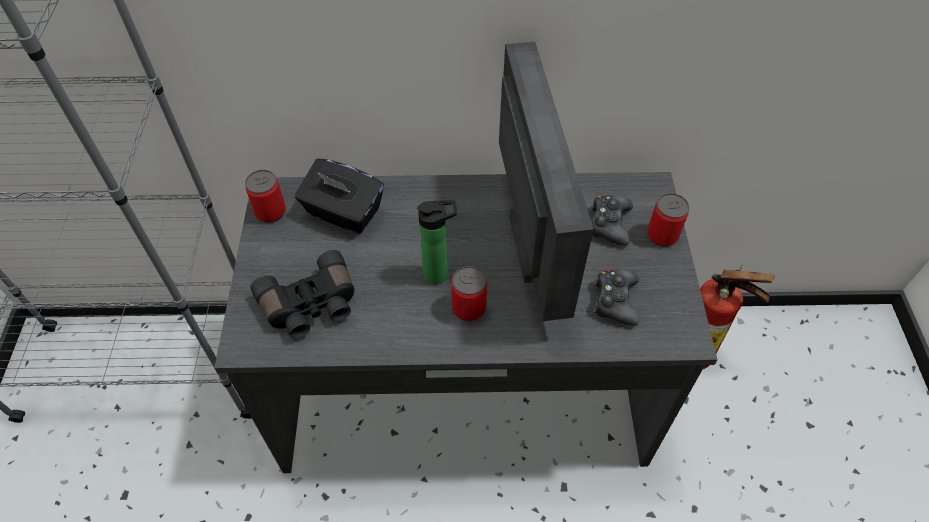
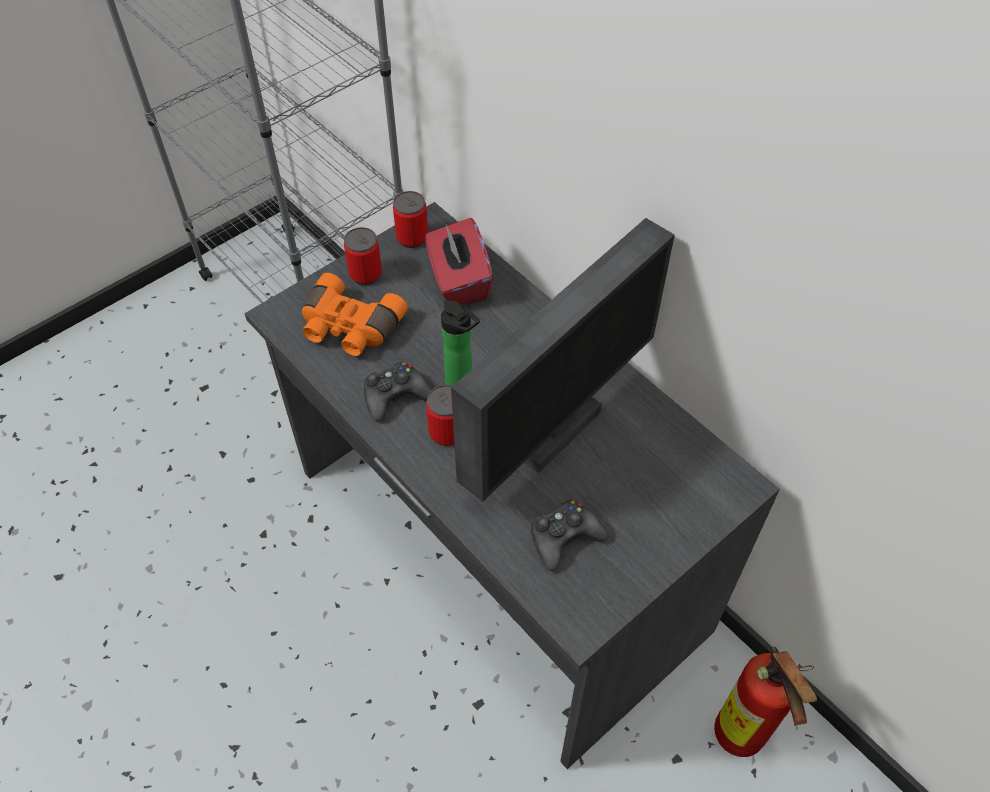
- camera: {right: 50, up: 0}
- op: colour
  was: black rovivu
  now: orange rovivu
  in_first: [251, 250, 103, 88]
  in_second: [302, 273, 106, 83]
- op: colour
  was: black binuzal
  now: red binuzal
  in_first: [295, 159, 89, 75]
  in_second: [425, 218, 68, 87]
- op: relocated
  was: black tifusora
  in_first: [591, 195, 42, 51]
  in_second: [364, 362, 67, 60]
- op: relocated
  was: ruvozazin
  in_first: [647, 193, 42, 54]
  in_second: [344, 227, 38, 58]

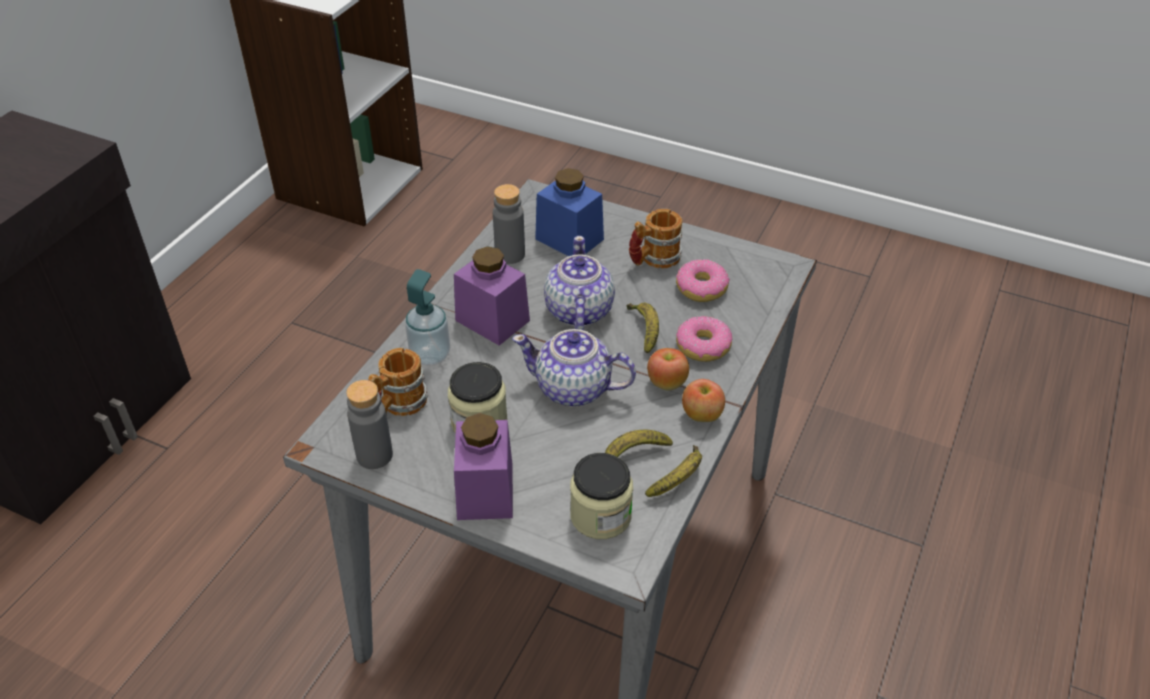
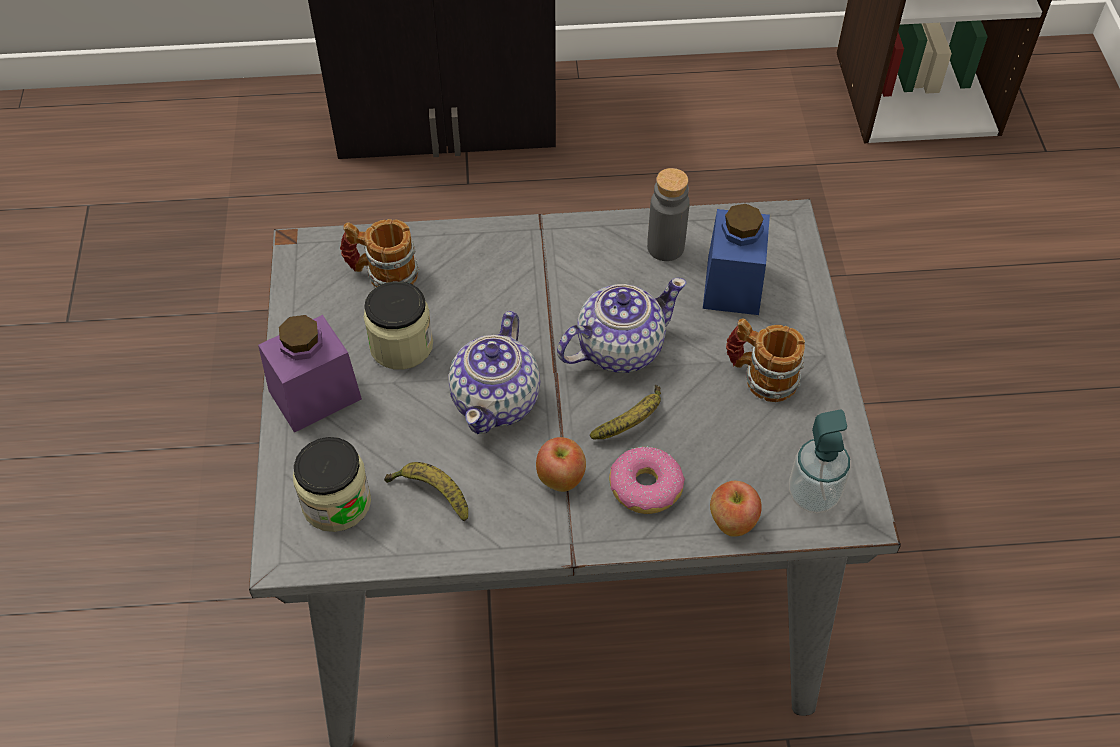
- camera: {right: 60, up: 10}
- op: missing
  was: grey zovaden
  in_first: [346, 380, 47, 89]
- op: relocated
  was: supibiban
  in_first: [405, 269, 45, 97]
  in_second: [789, 409, 62, 104]
- op: missing
  was: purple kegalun
  in_first: [454, 246, 76, 100]
- op: spun
  was: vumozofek
  in_first: [512, 329, 124, 78]
  in_second: [448, 311, 92, 123]
  clockwise: -150
- op: missing
  was: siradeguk
  in_first: [645, 445, 57, 52]
- op: missing
  was: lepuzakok
  in_first: [676, 259, 54, 43]
- op: relocated
  was: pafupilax
  in_first: [682, 379, 43, 43]
  in_second: [710, 481, 52, 56]

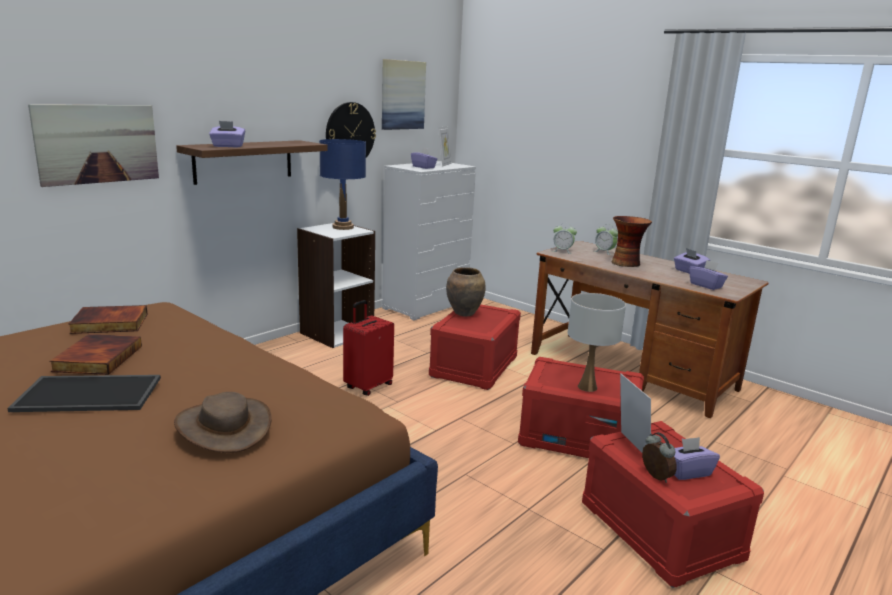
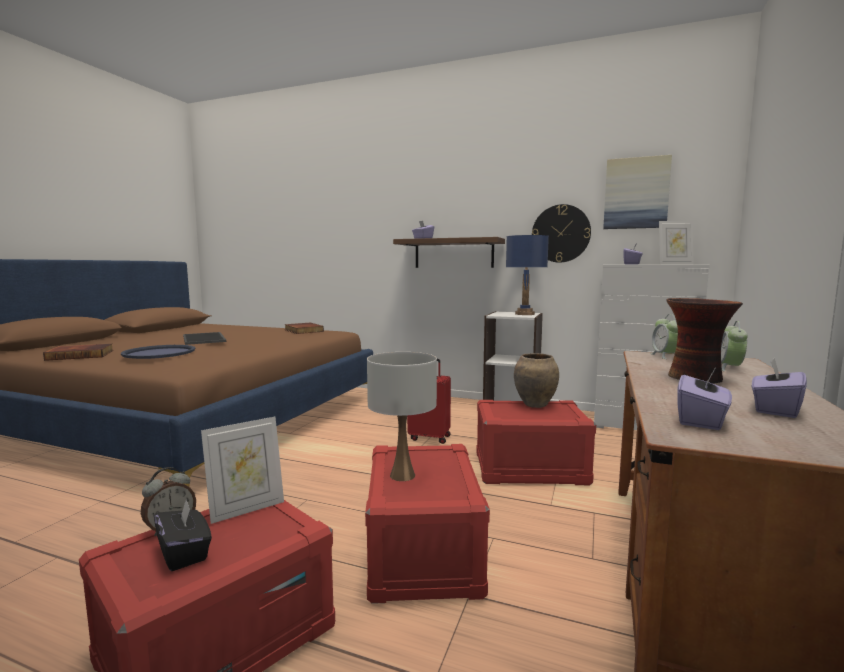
- camera: {right: 70, up: -10}
- op: missing
  was: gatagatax
  in_first: [28, 104, 131, 83]
- op: relocated
  was: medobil
  in_first: [49, 334, 93, 41]
  in_second: [43, 343, 70, 18]
- op: exchanged
  was: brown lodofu
  now: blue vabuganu
  in_first: [174, 392, 98, 61]
  in_second: [121, 345, 74, 14]
- op: colour
  was: purple binuzal
  now: black binuzal
  in_first: [674, 437, 46, 43]
  in_second: [154, 498, 58, 73]

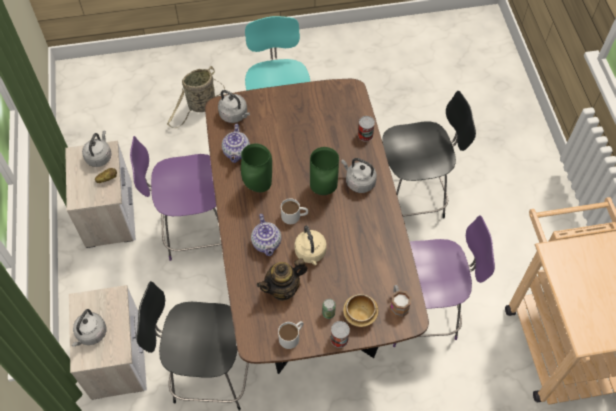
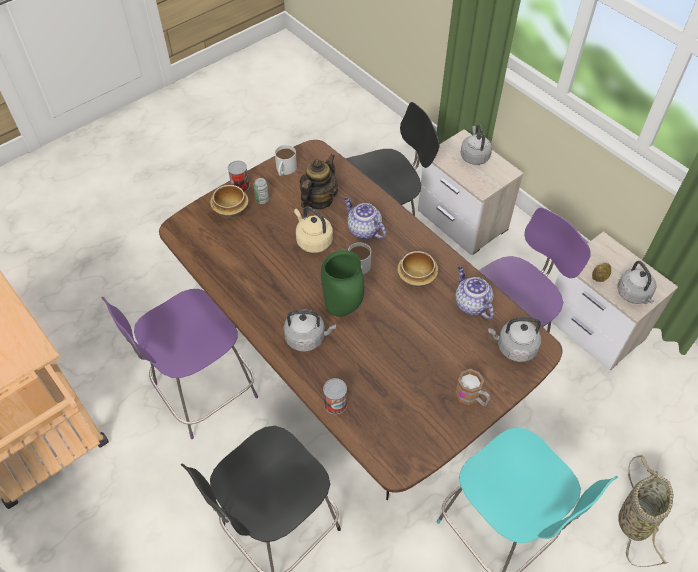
- camera: {right: 150, up: -5}
- op: exchanged
  was: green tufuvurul
  now: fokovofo
  in_first: [241, 144, 31, 48]
  in_second: [397, 251, 41, 37]
- op: relocated
  was: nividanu
  in_first: [390, 284, 21, 33]
  in_second: [455, 369, 35, 37]

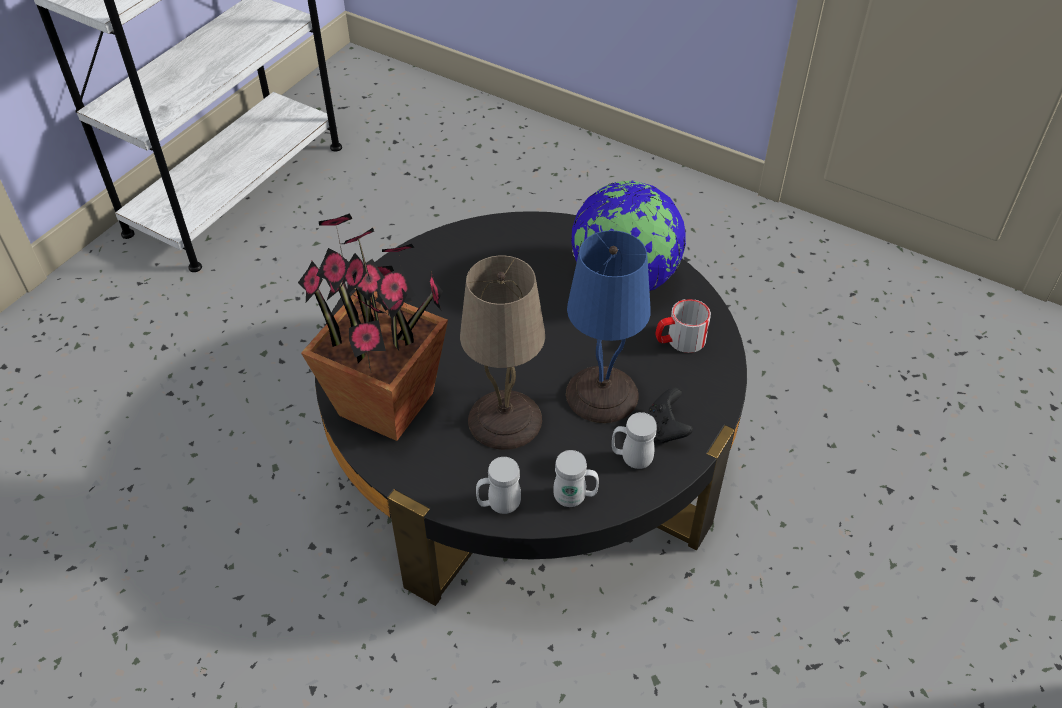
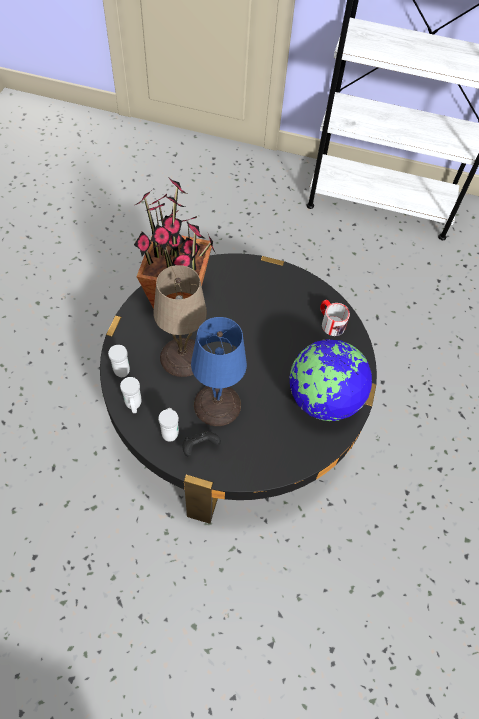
- camera: {right: 70, up: 10}
- op: relocated
  was: nividanu
  in_first: [655, 299, 56, 54]
  in_second: [320, 300, 30, 36]

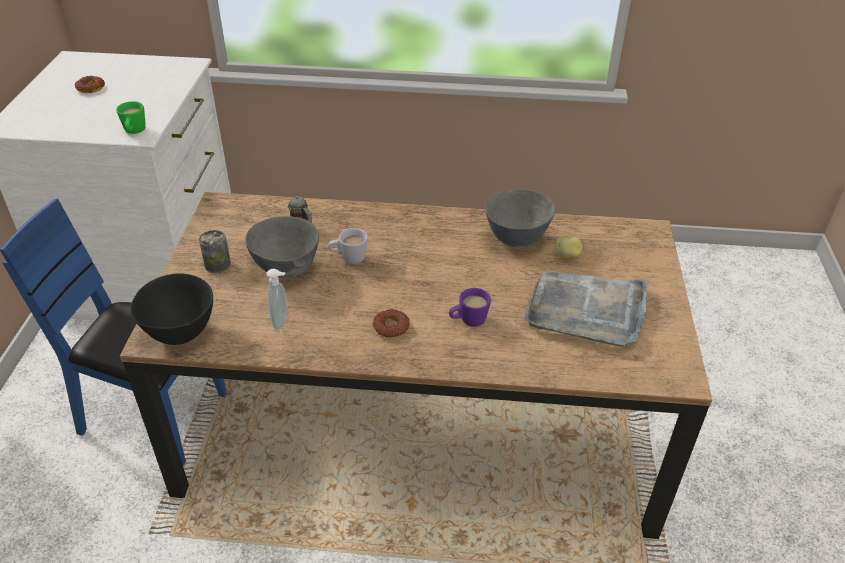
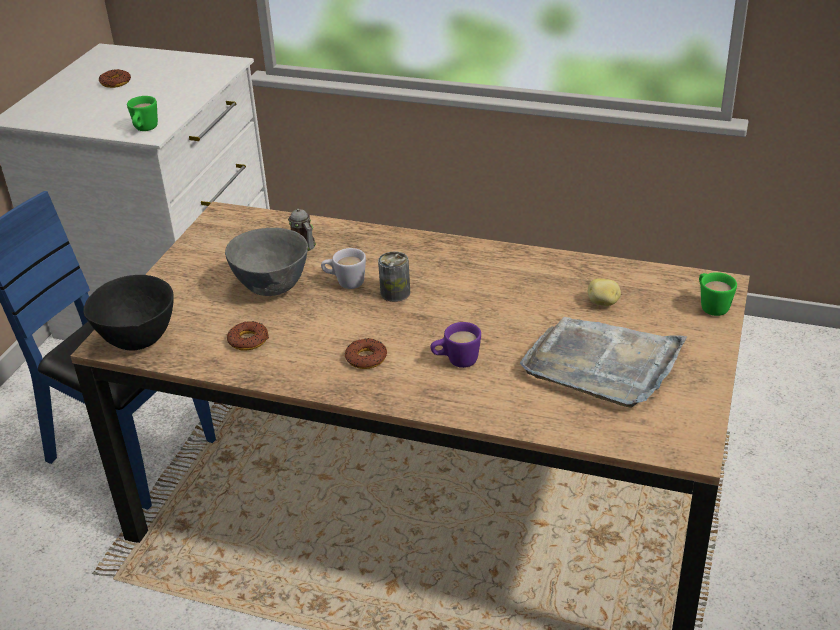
- camera: {right: 15, up: -5}
- op: relocated
  was: ruvozazin
  in_first: [199, 230, 32, 43]
  in_second: [378, 252, 32, 50]
- op: exchanged
  was: supibiban
  now: lepuzakok
  in_first: [267, 269, 20, 61]
  in_second: [227, 321, 42, 30]
- op: missing
  was: grey fokovofo
  in_first: [485, 189, 70, 58]
- op: appeared
  now: green nividanu
  in_second: [699, 272, 38, 44]

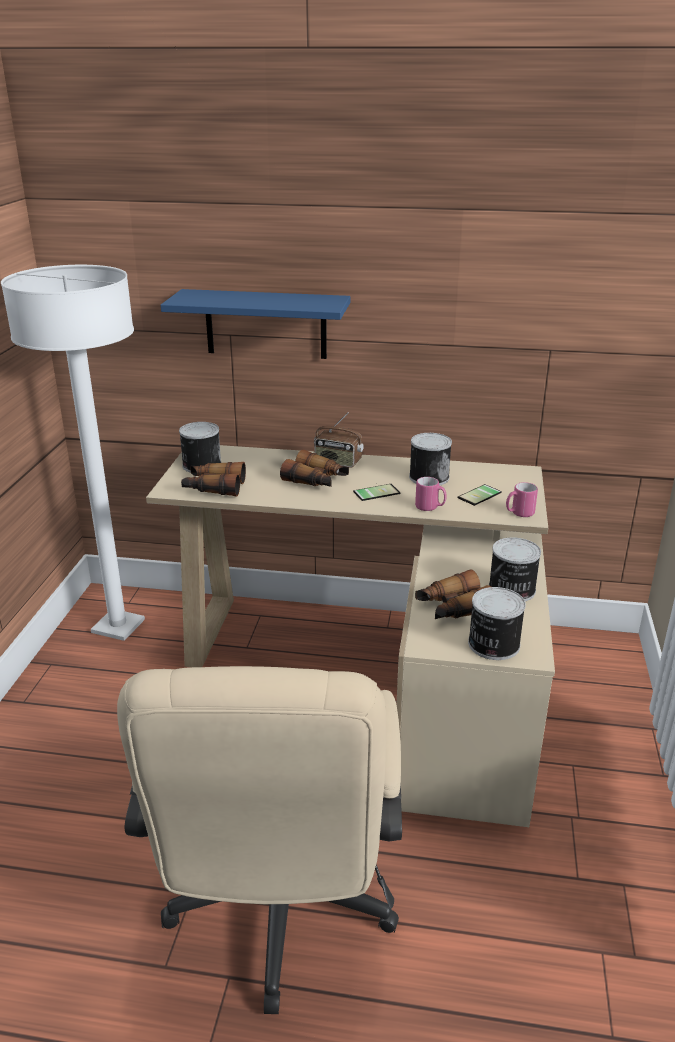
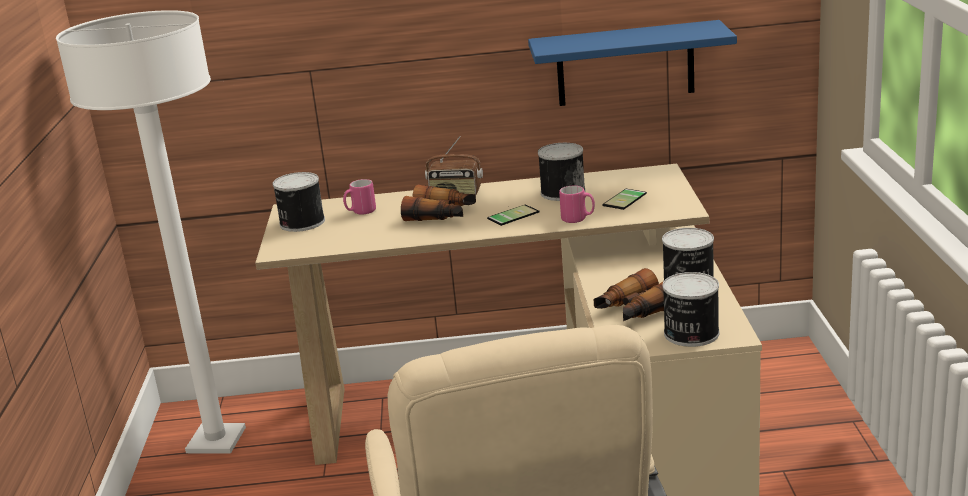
- camera: {right: -10, up: -5}
- op: relocated
  was: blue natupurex
  in_first: [161, 289, 190, 70]
  in_second: [528, 20, 209, 86]
- op: missing
  was: rovivu
  in_first: [181, 462, 65, 35]
- op: relocated
  was: pink nividanu
  in_first: [506, 482, 32, 35]
  in_second: [343, 179, 33, 36]

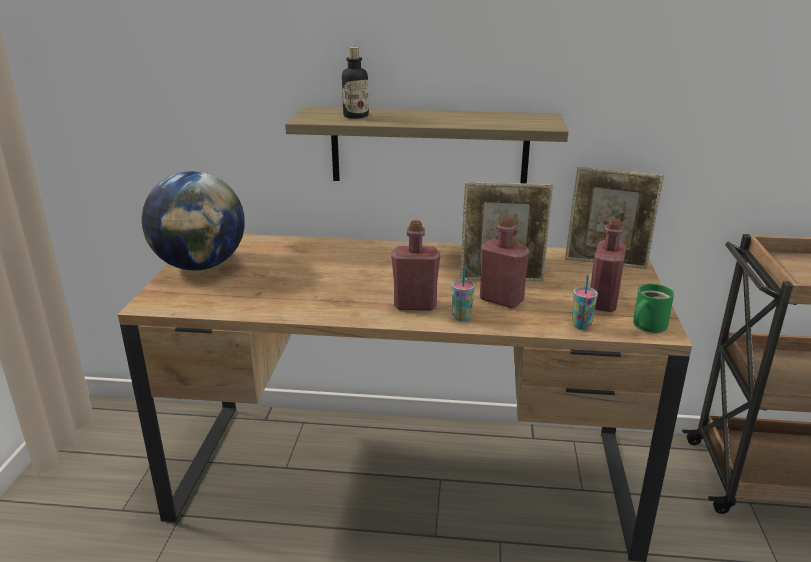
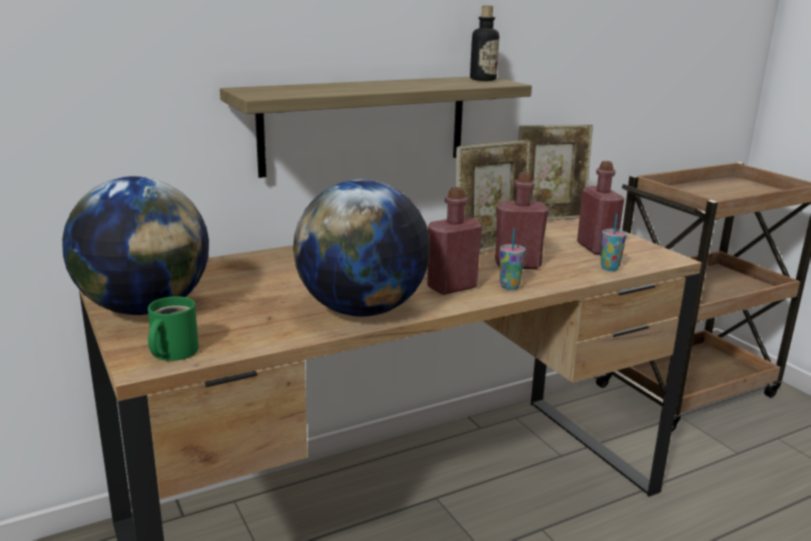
- camera: {right: -35, up: -5}
- op: relocated
  was: zovaden
  in_first: [342, 47, 27, 72]
  in_second: [470, 6, 29, 75]
- op: relocated
  was: green nividanu
  in_first: [633, 284, 41, 49]
  in_second: [148, 296, 51, 65]
- op: appeared
  now: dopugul
  in_second: [293, 180, 137, 137]

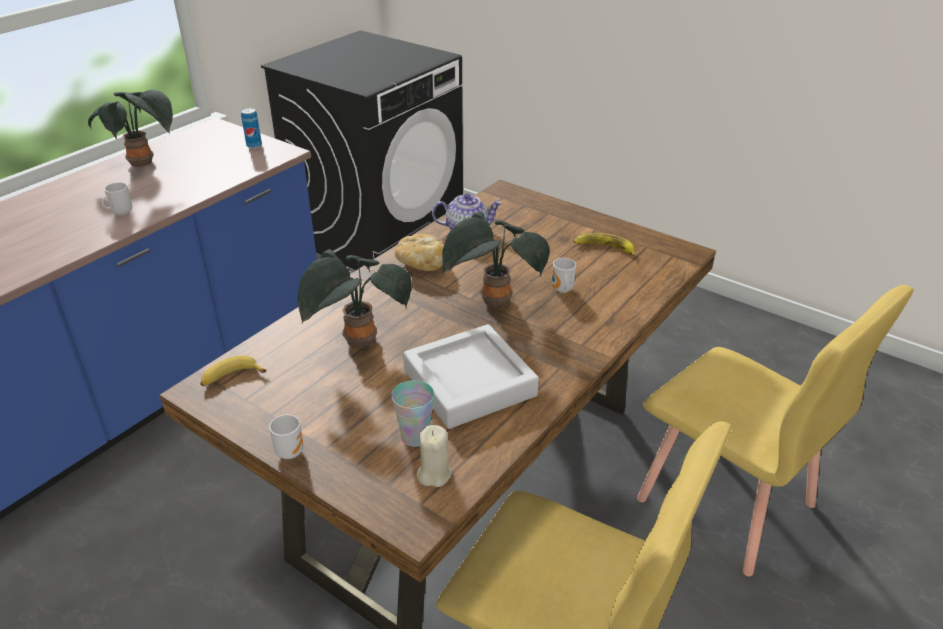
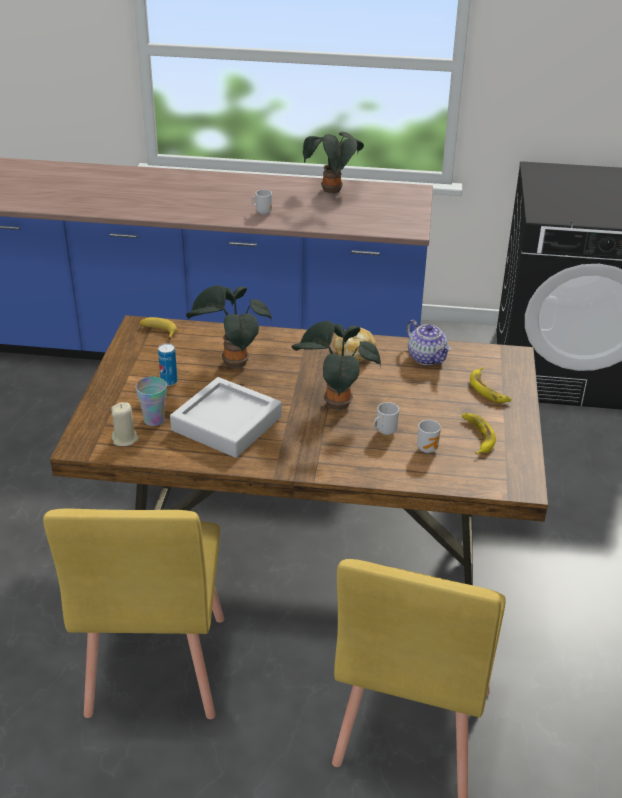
- camera: {right: 60, up: 0}
- op: relocated
  was: ruvozazin
  in_first: [241, 108, 21, 40]
  in_second: [158, 343, 19, 43]
- op: relocated
  was: nividanu
  in_first: [269, 415, 34, 44]
  in_second: [417, 420, 24, 33]
- op: appeared
  now: siradeguk
  in_second: [470, 367, 41, 36]

